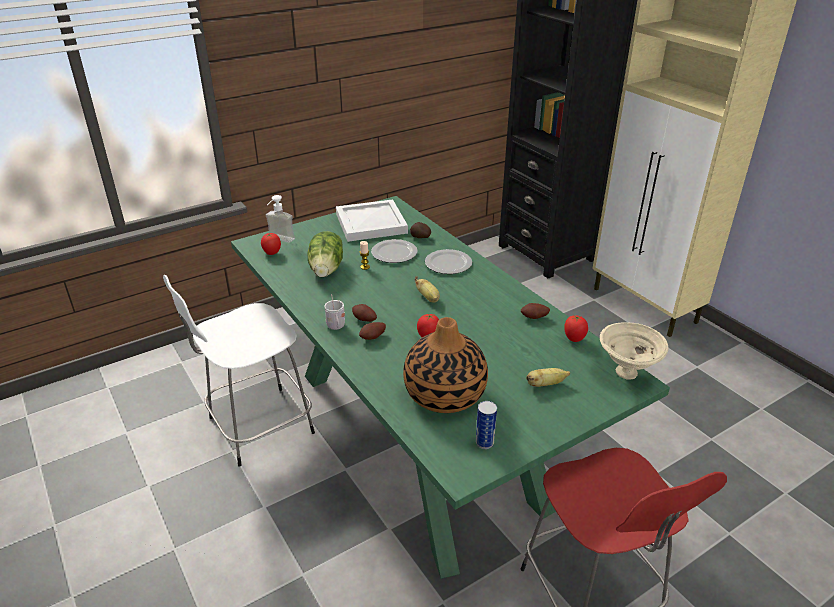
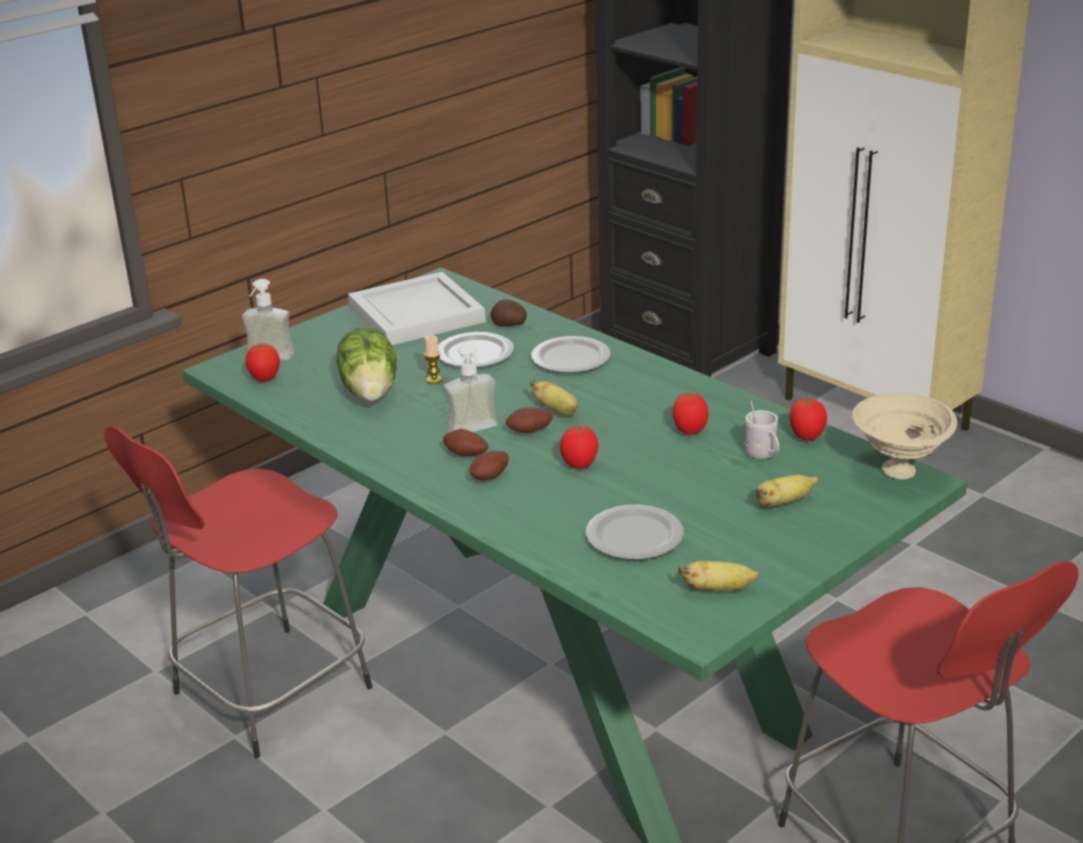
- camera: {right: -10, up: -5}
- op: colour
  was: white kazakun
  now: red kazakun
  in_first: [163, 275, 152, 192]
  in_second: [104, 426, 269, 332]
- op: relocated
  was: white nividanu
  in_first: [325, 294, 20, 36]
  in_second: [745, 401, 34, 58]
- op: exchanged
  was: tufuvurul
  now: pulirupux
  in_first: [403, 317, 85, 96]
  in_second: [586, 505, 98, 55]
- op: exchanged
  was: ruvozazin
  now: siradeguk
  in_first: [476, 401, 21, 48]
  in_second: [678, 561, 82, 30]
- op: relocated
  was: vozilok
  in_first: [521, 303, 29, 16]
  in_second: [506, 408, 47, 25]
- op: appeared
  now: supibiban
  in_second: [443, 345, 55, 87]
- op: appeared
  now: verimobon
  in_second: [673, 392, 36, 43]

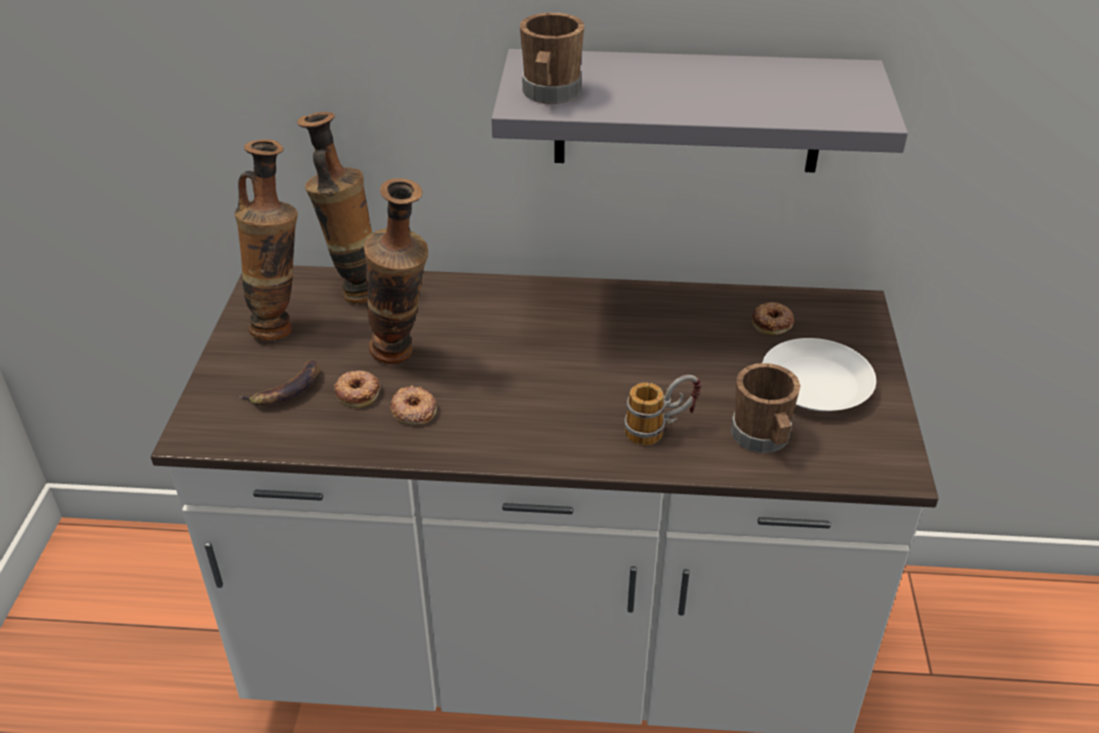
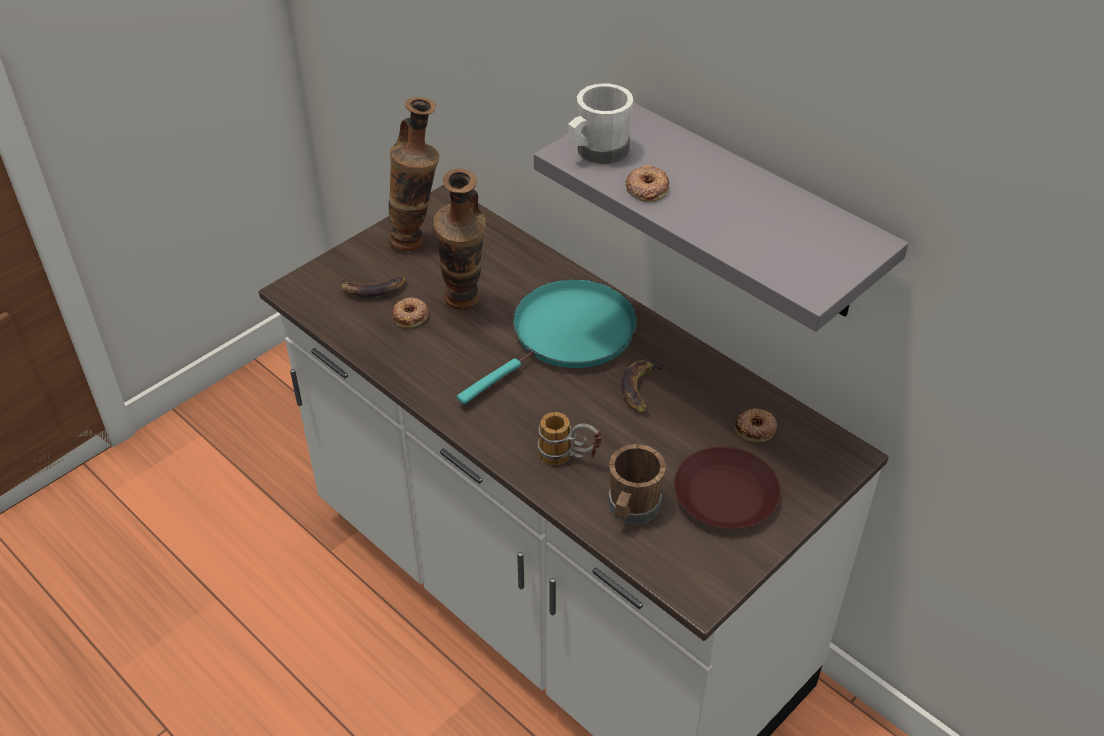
- camera: {right: 40, up: 5}
- op: missing
  was: tufuvurul
  in_first: [297, 112, 76, 192]
- op: relocated
  was: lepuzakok
  in_first: [390, 386, 47, 39]
  in_second: [625, 165, 44, 37]
- op: colour
  was: brown nividanu
  now: white nividanu
  in_first: [520, 13, 64, 91]
  in_second: [568, 83, 65, 82]
- op: colour
  was: white pulirupux
  now: brown pulirupux
  in_first: [762, 338, 114, 73]
  in_second: [674, 447, 107, 82]
- op: appeared
  now: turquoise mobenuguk
  in_second: [457, 279, 180, 125]
- op: appeared
  now: siradeguk
  in_second: [621, 360, 46, 53]

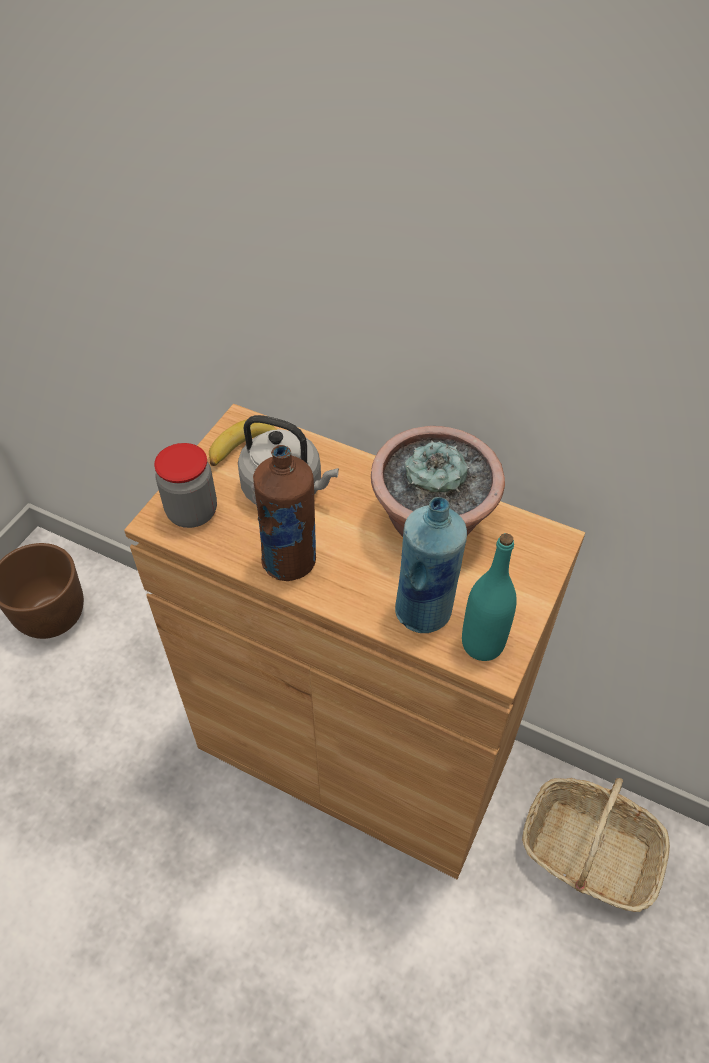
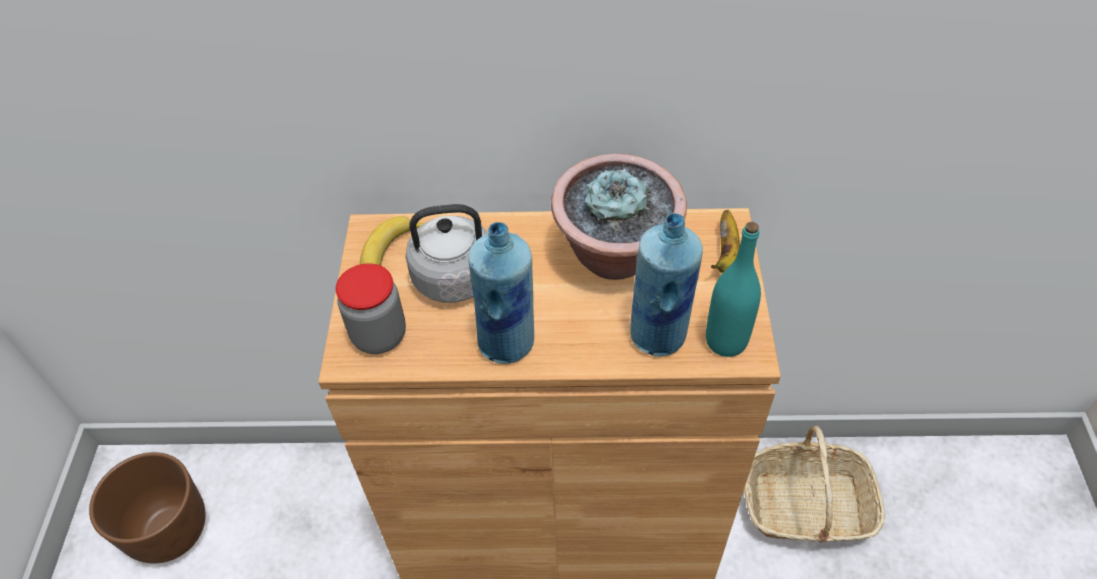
- camera: {right: -25, up: 0}
- op: colour
  was: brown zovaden
  now: blue zovaden
  in_first: [253, 445, 63, 136]
  in_second: [468, 222, 66, 142]
- op: appeared
  now: siradeguk
  in_second: [711, 210, 29, 63]

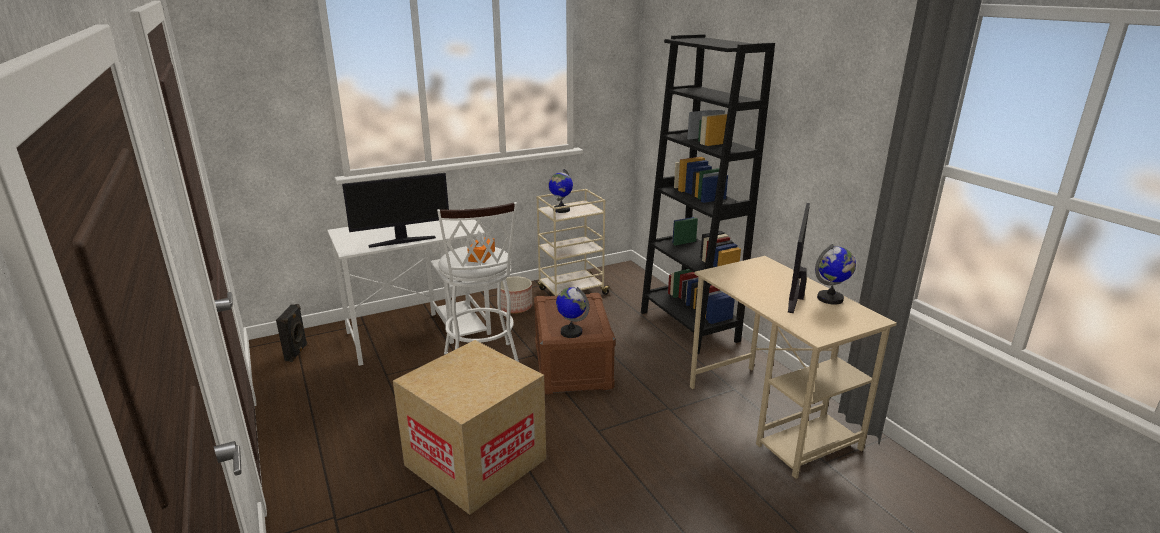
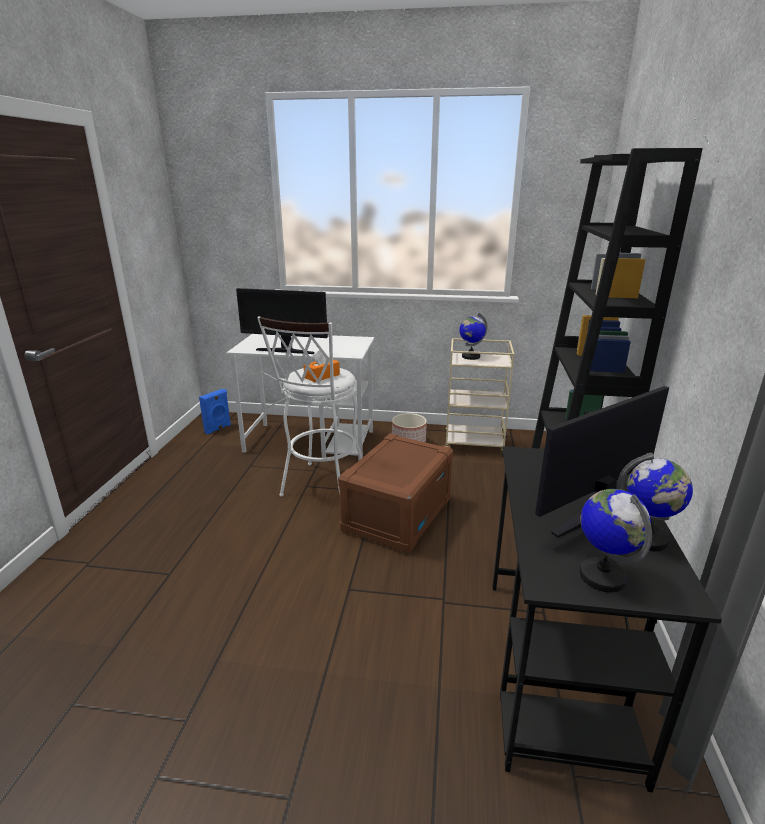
- camera: {right: 35, up: 0}
- op: colour
  was: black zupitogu
  now: blue zupitogu
  in_first: [276, 304, 31, 58]
  in_second: [199, 389, 32, 45]
- op: missing
  was: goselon
  in_first: [393, 340, 153, 175]
- op: relocated
  was: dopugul
  in_first: [556, 287, 33, 51]
  in_second: [579, 489, 73, 104]
- op: colour
  was: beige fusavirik
  now: black fusavirik
  in_first: [690, 256, 207, 223]
  in_second: [493, 446, 229, 346]

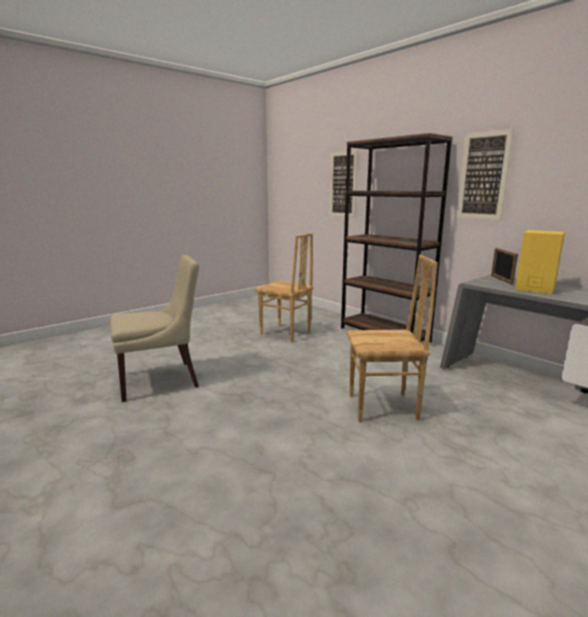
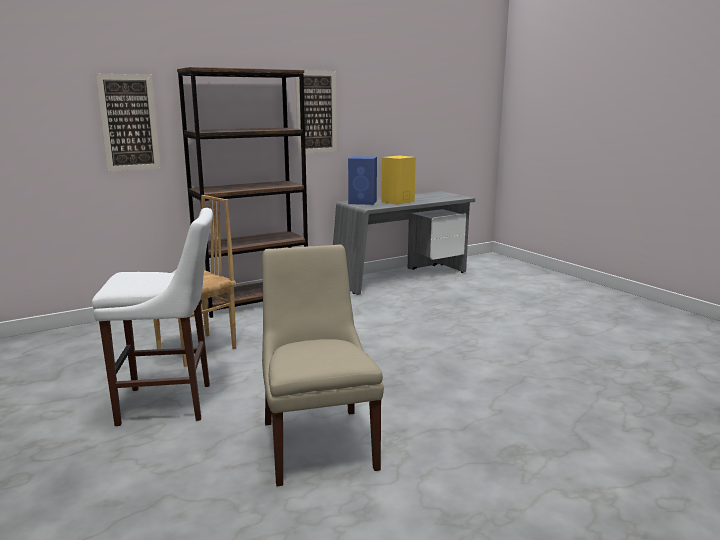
- camera: {right: -80, up: 0}
- op: missing
  was: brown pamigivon
  in_first: [347, 255, 91, 167]
- op: exchanged
  was: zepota
  now: blue zupitogu
  in_first: [491, 248, 27, 37]
  in_second: [348, 156, 29, 49]
- op: appeared
  now: white kazakun
  in_second: [92, 208, 121, 218]

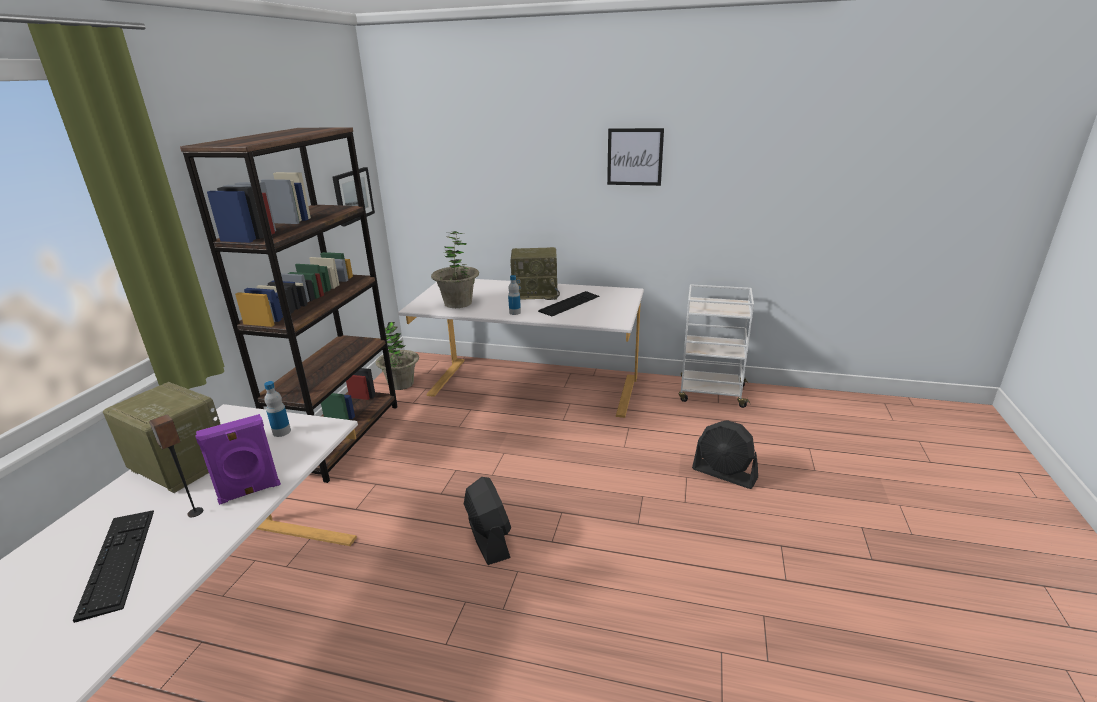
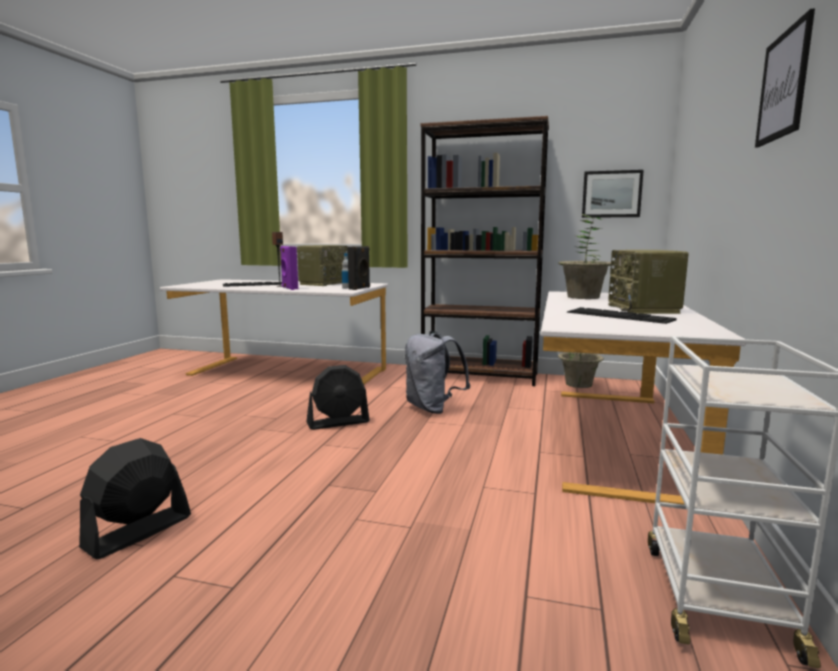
- camera: {right: 90, up: -15}
- op: missing
  was: zovaden
  in_first: [508, 275, 13, 40]
- op: relocated
  was: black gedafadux
  in_first: [692, 420, 66, 69]
  in_second: [79, 438, 112, 121]
- op: appeared
  now: black zupitogu
  in_second: [348, 246, 22, 44]
- op: appeared
  now: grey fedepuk
  in_second: [405, 331, 65, 83]

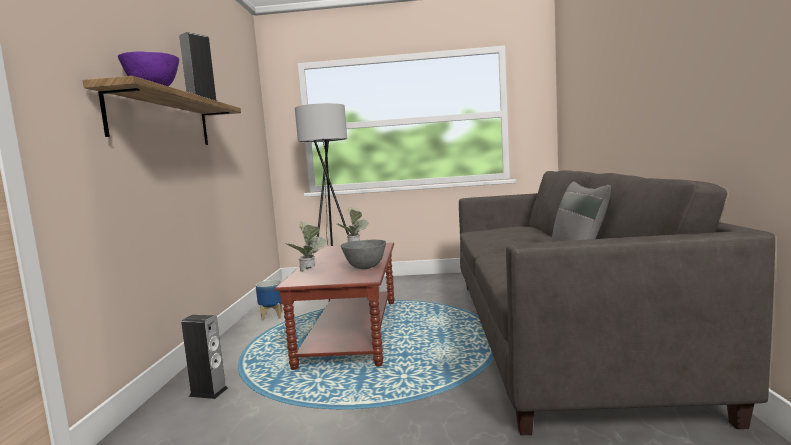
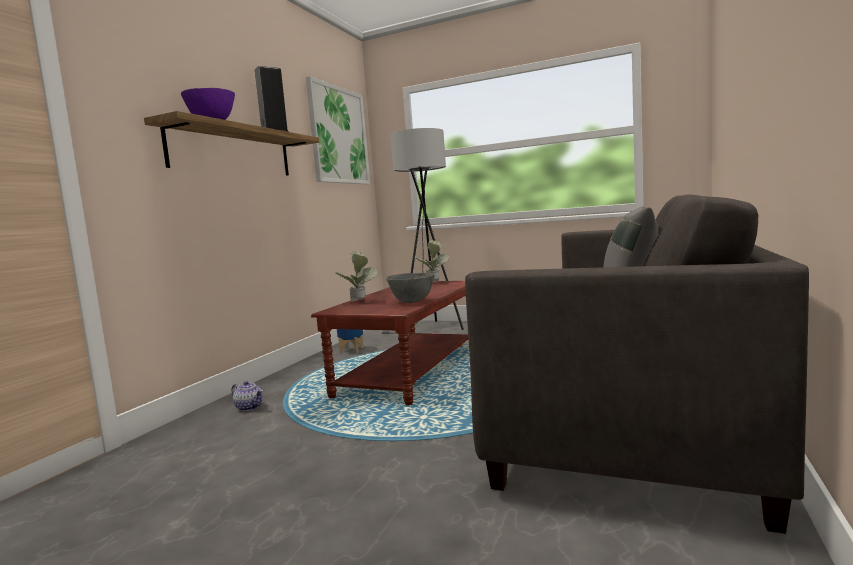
- camera: {right: 20, up: 0}
- op: exchanged
  was: zupitogu
  now: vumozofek
  in_first: [181, 315, 47, 84]
  in_second: [232, 381, 31, 30]
- op: appeared
  now: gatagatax
  in_second: [306, 76, 64, 108]

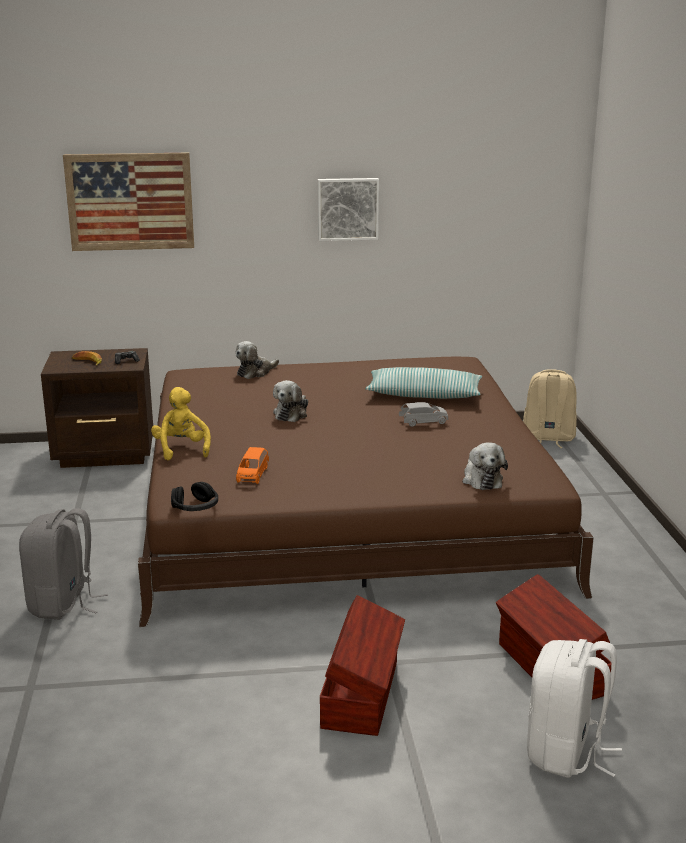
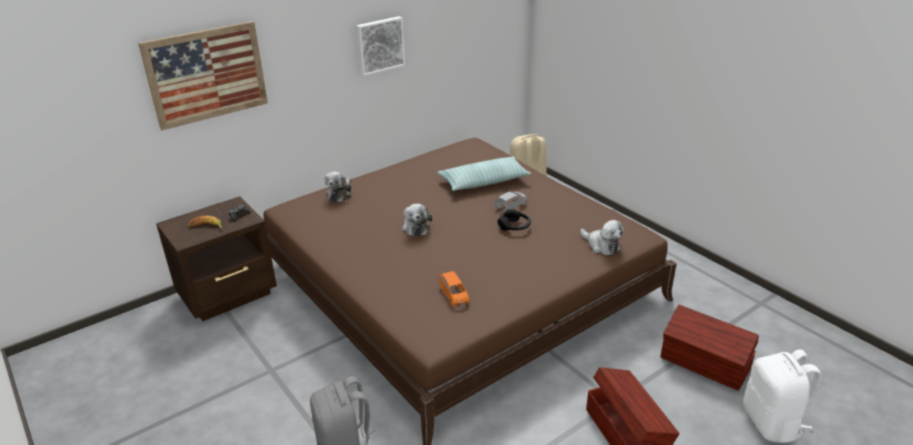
- camera: {right: -30, up: 10}
- op: missing
  was: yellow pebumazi
  in_first: [151, 387, 60, 73]
- op: relocated
  was: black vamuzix
  in_first: [171, 482, 47, 29]
  in_second: [497, 209, 34, 22]

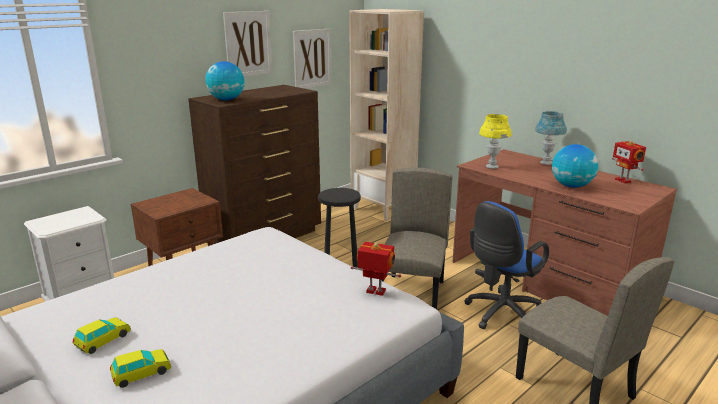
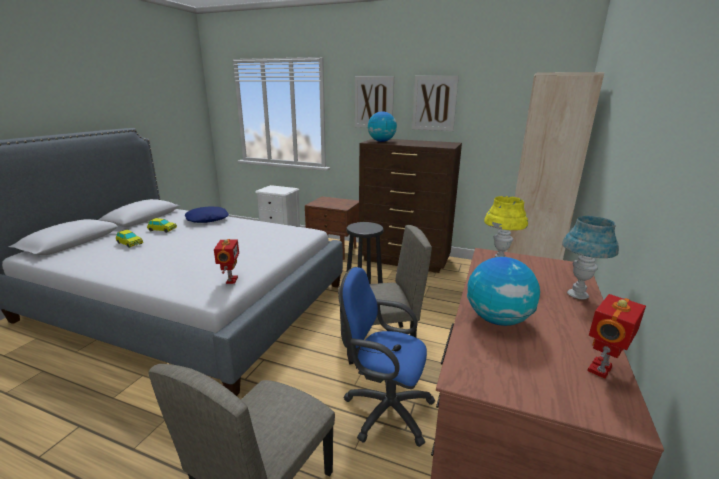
- camera: {right: 65, up: 0}
- op: relocated
  was: gatagatax
  in_first: [293, 29, 39, 60]
  in_second: [355, 76, 39, 52]
- op: appeared
  now: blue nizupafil
  in_second: [185, 206, 44, 17]

